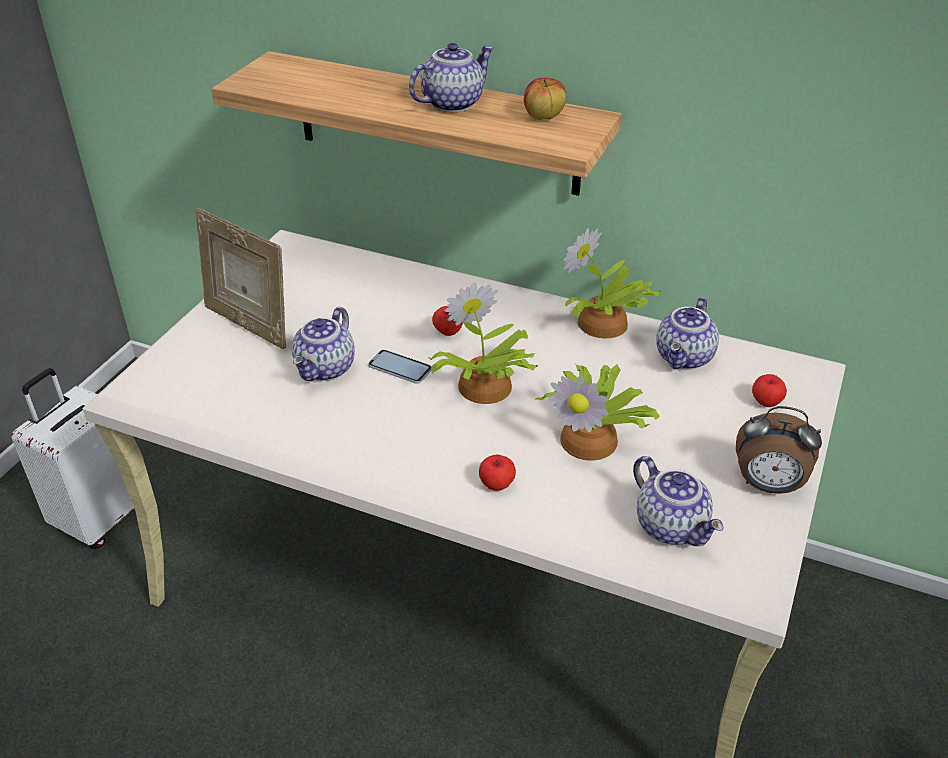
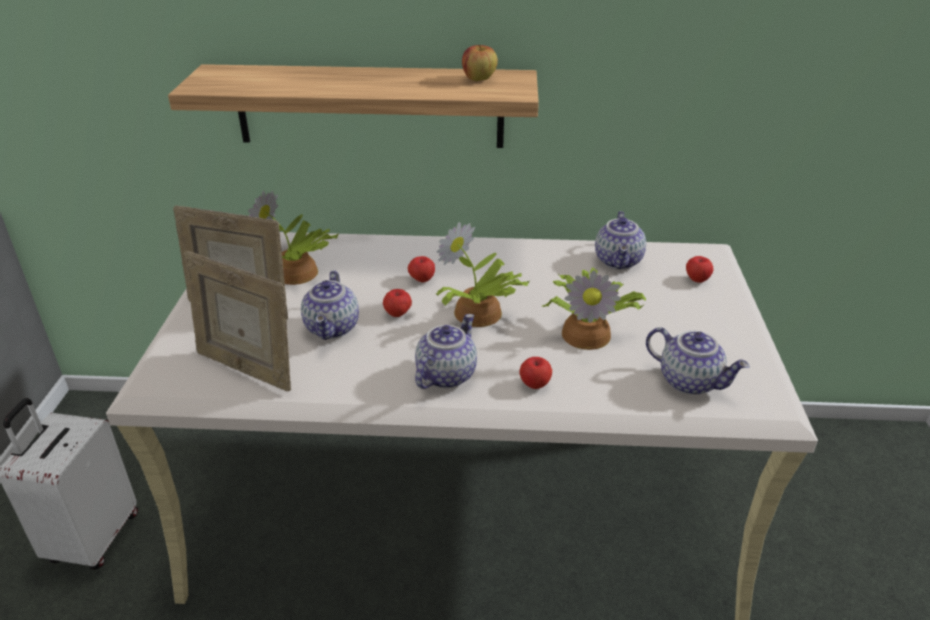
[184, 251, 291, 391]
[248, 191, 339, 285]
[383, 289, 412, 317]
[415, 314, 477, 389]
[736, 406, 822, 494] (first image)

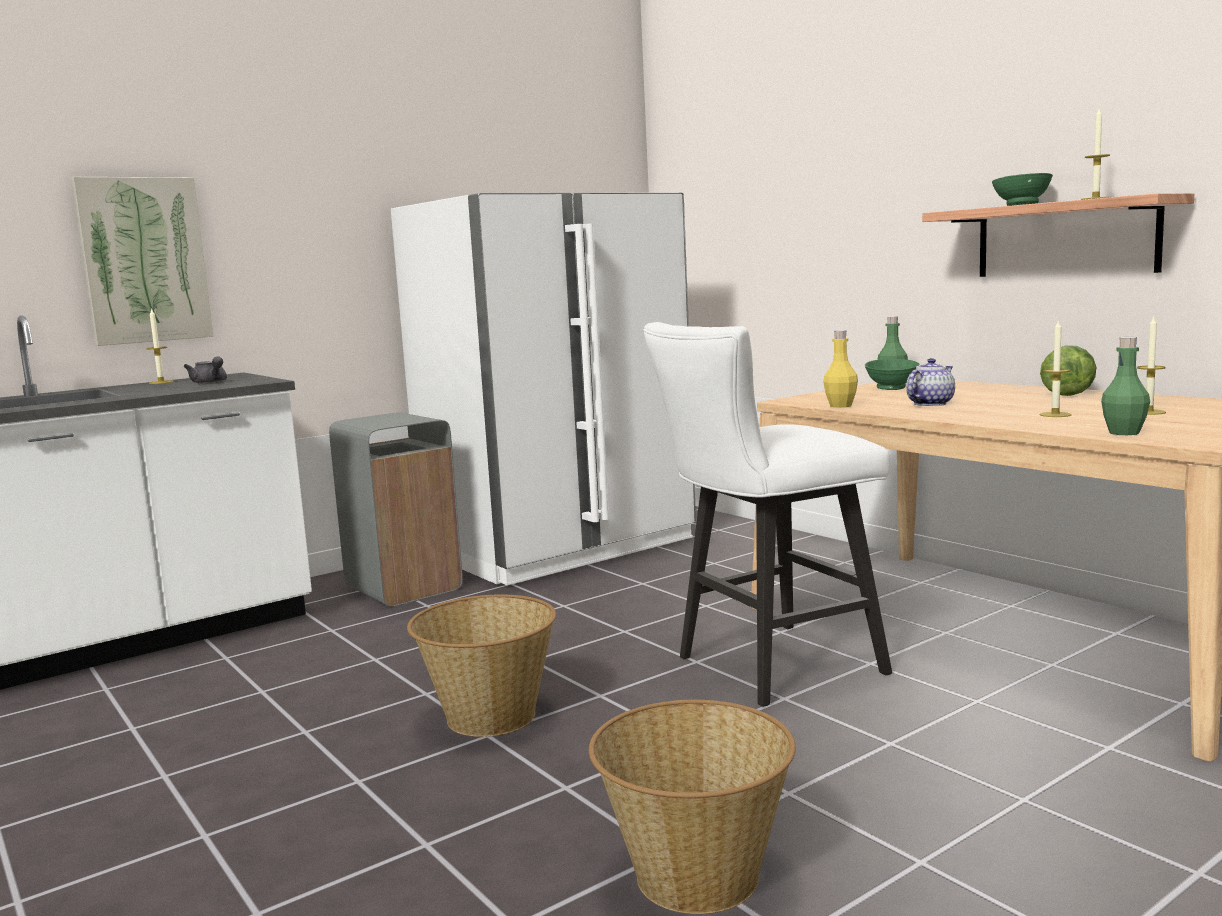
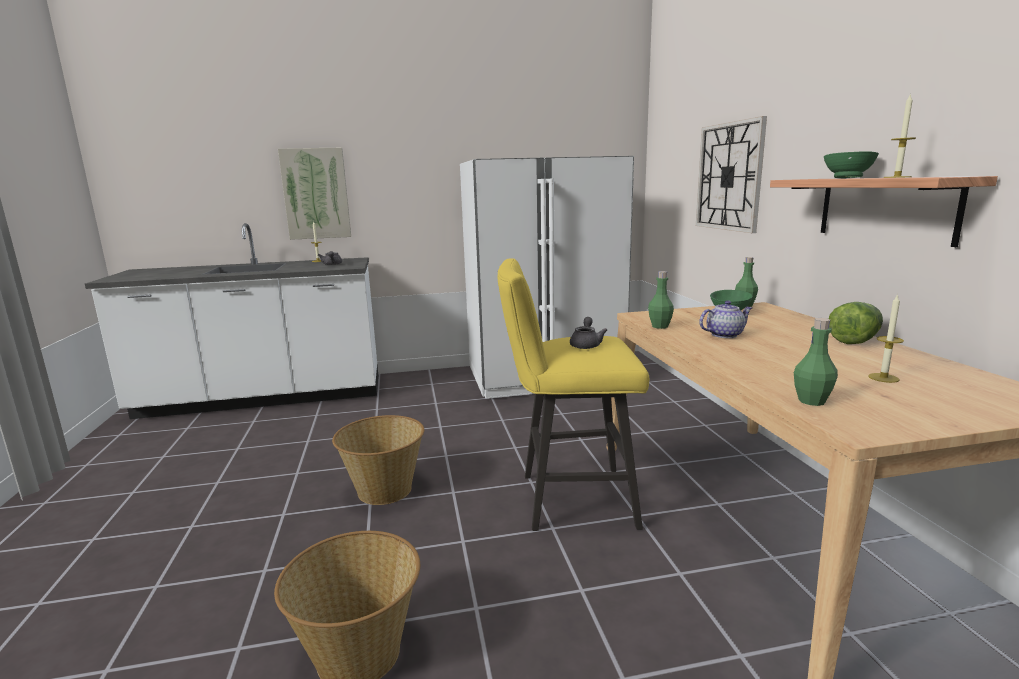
[498, 258, 649, 531]
[570, 317, 607, 349]
[648, 271, 674, 329]
[696, 116, 767, 233]
[329, 412, 463, 607] (first image)
[1040, 319, 1071, 417] (first image)

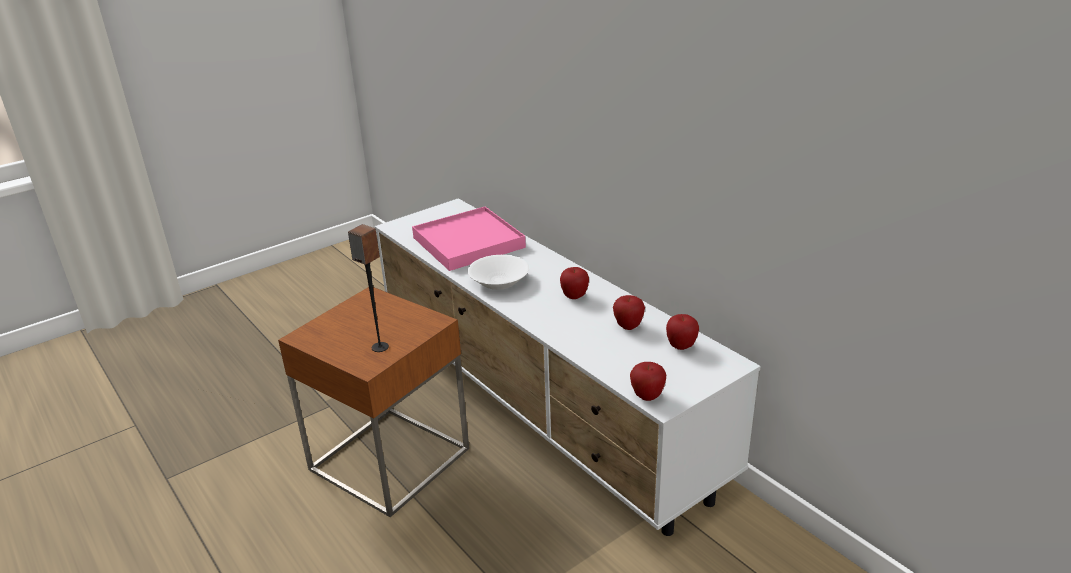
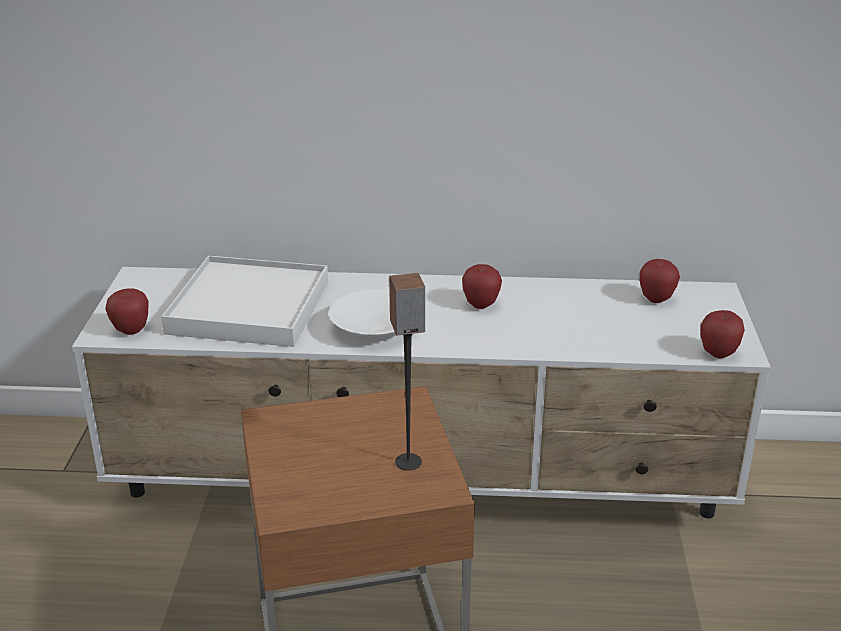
[105, 288, 149, 335]
[162, 256, 328, 347]

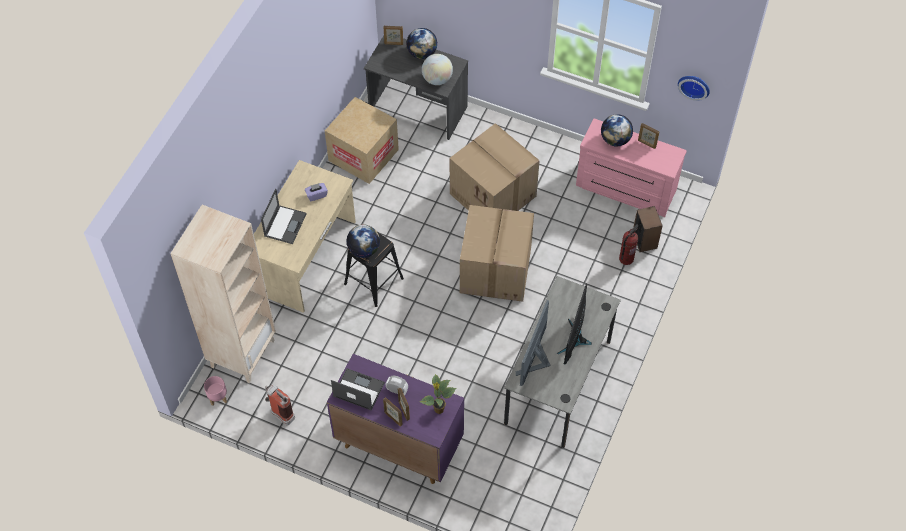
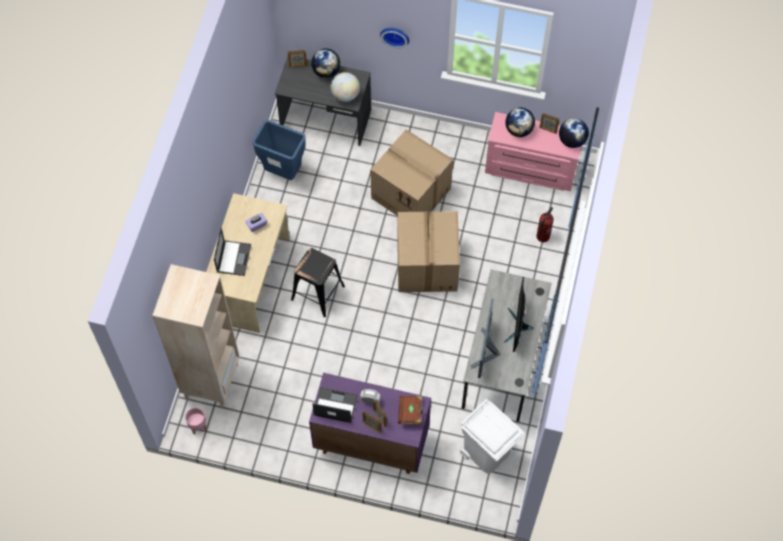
[253, 120, 306, 180]
[380, 28, 409, 48]
[398, 395, 423, 425]
[460, 399, 525, 473]
[559, 118, 589, 148]
[265, 385, 295, 425] (first image)
[633, 206, 663, 252] (first image)

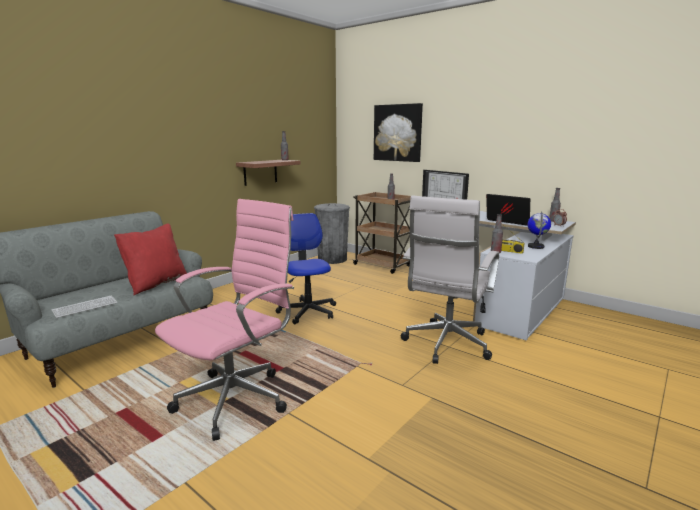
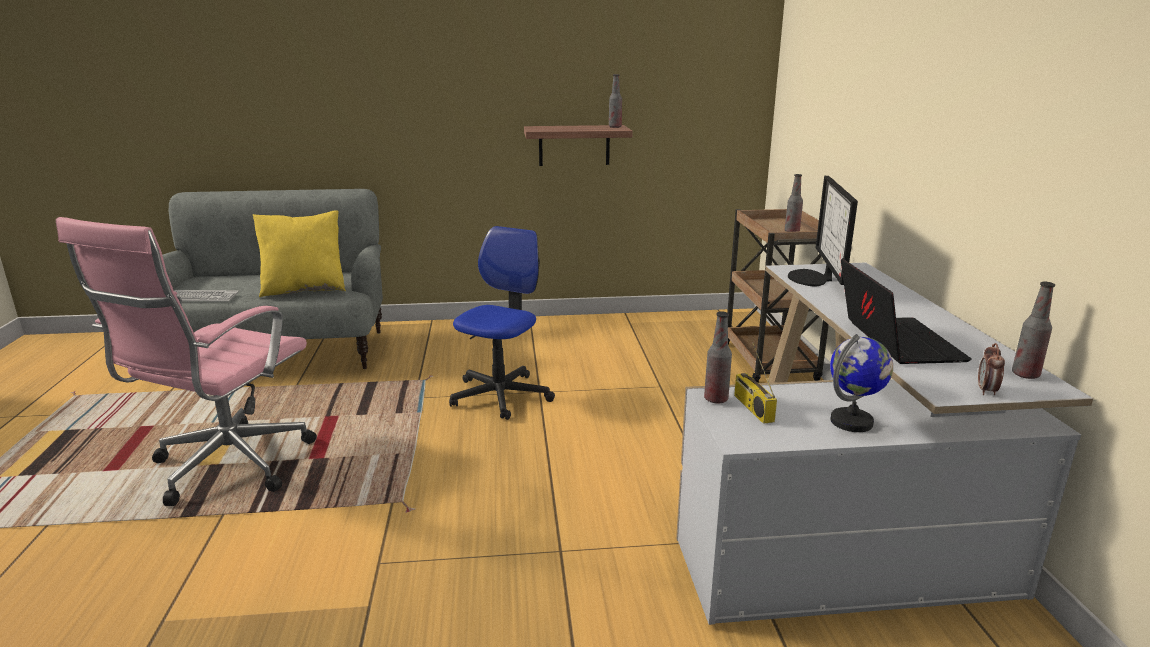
[56, 217, 317, 506]
[253, 210, 346, 297]
[314, 203, 350, 264] (first image)
[374, 103, 423, 162] (first image)
[401, 196, 499, 364] (first image)

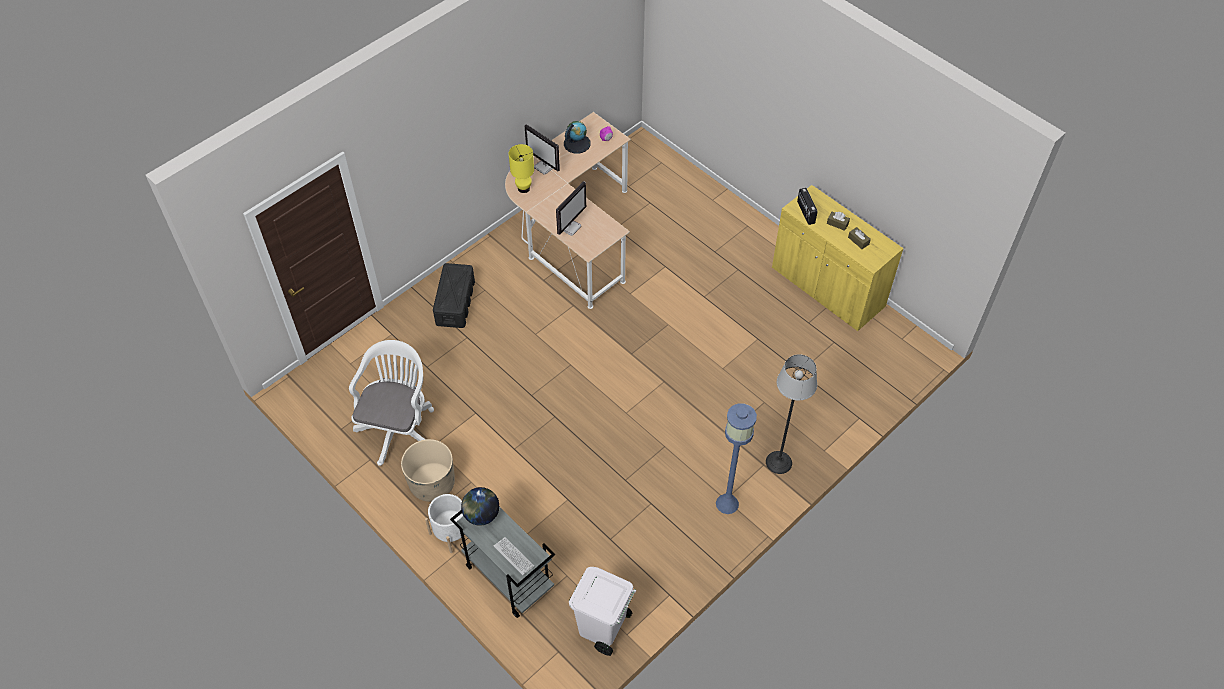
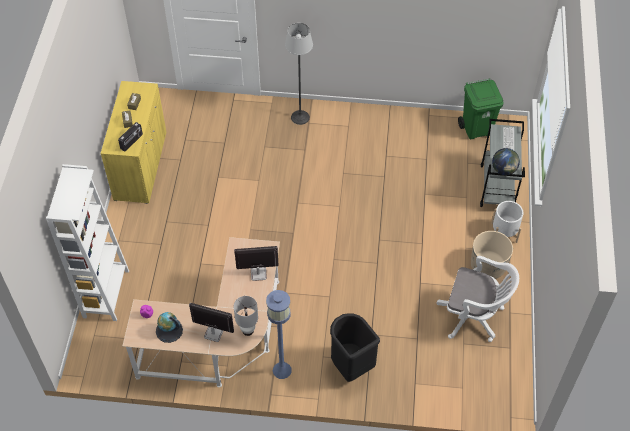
[46, 164, 129, 321]
[189, 303, 234, 342]
[233, 296, 258, 336]
[266, 290, 292, 379]
[330, 313, 380, 382]
[436, 256, 519, 342]
[458, 78, 504, 139]

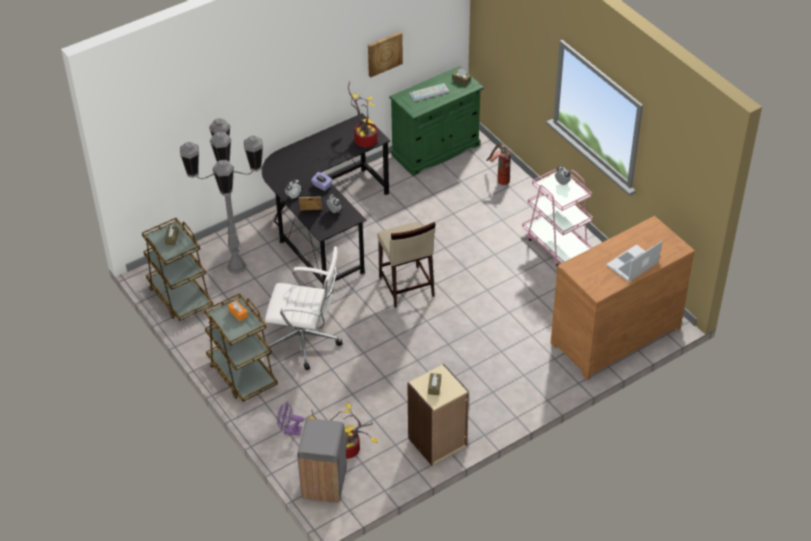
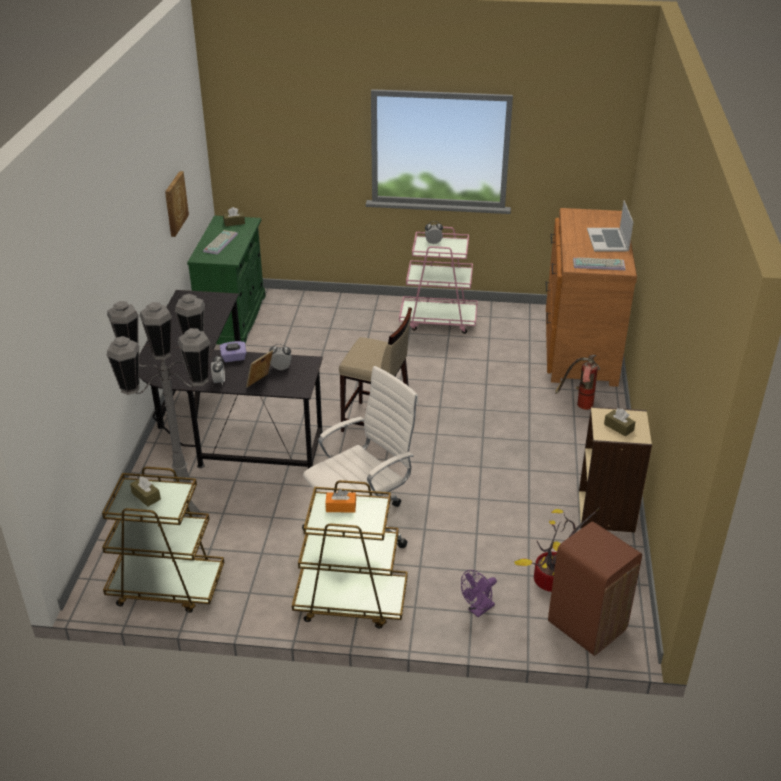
[548, 521, 642, 656]
[555, 355, 600, 410]
[573, 257, 625, 270]
[348, 81, 378, 147] (first image)

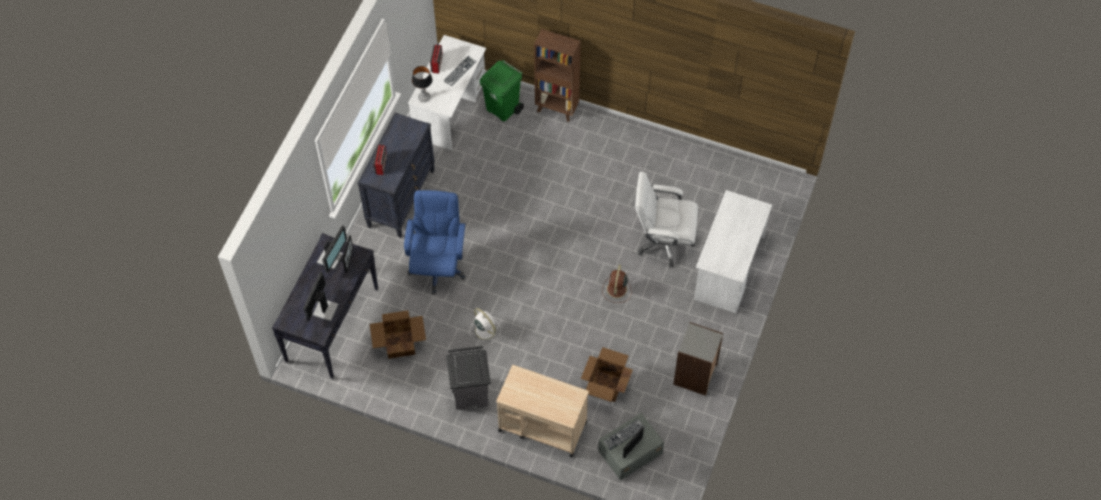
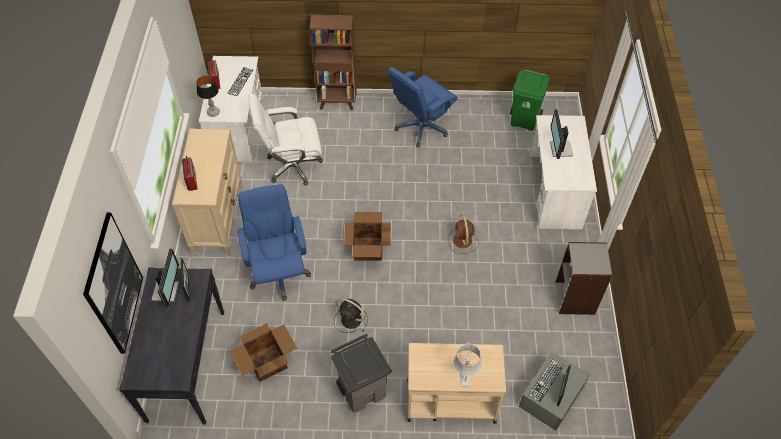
[83, 212, 143, 354]
[172, 128, 243, 256]
[249, 94, 323, 185]
[334, 298, 368, 333]
[344, 212, 391, 261]
[388, 67, 457, 147]
[453, 344, 482, 387]
[510, 69, 550, 131]
[550, 109, 573, 159]

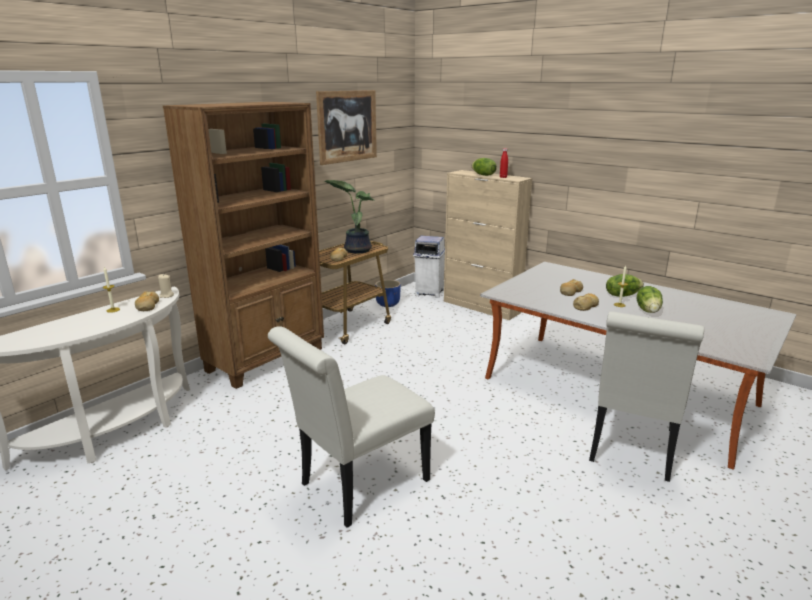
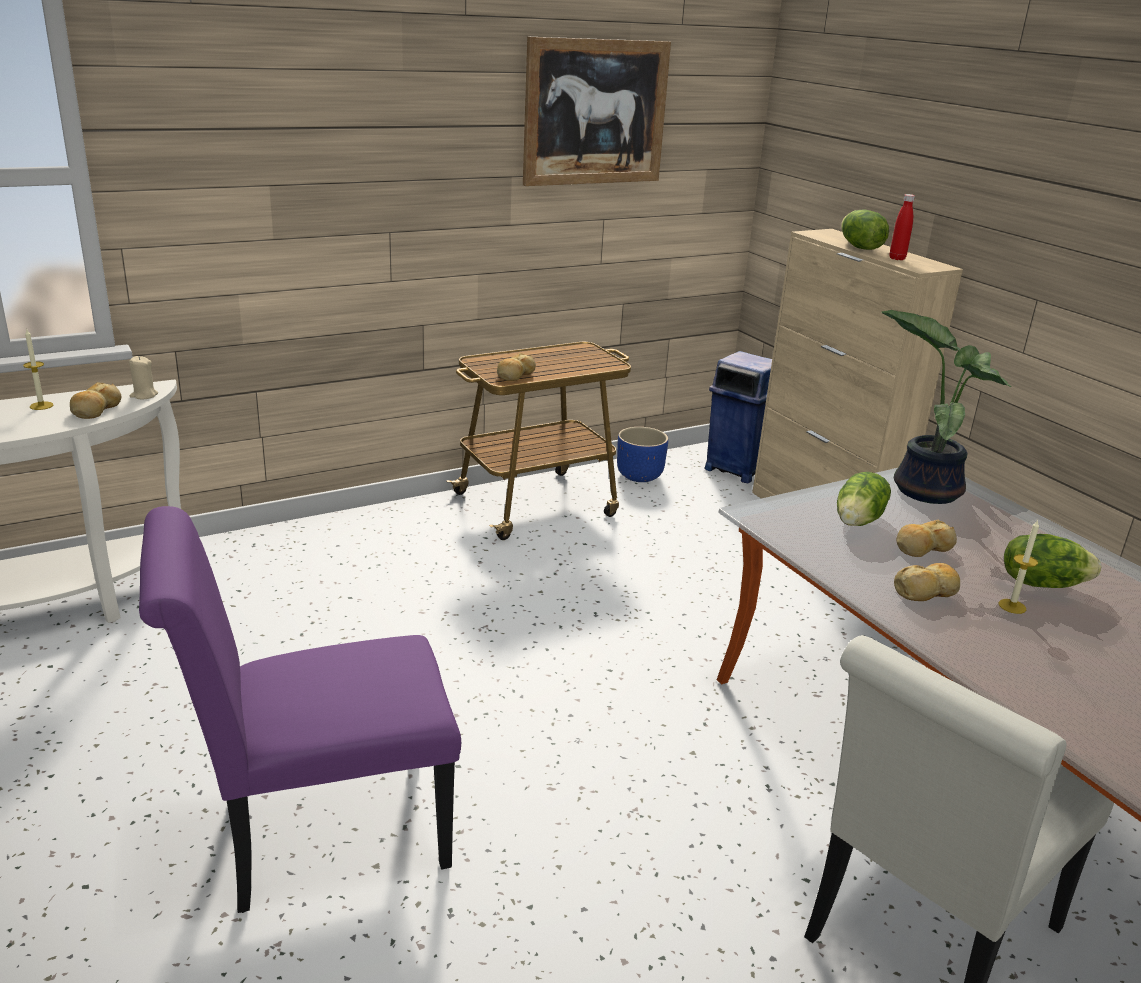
[139, 506, 461, 913]
[704, 351, 772, 483]
[837, 472, 891, 526]
[881, 310, 1011, 504]
[163, 102, 324, 389] (first image)

